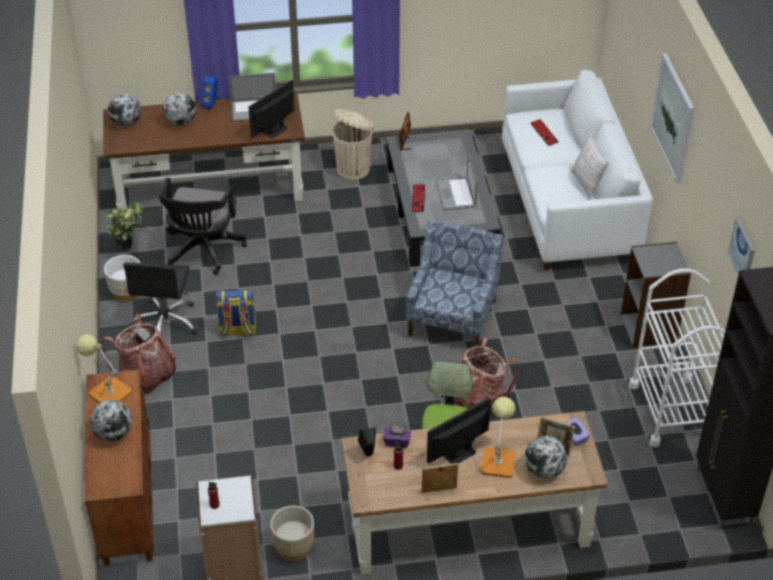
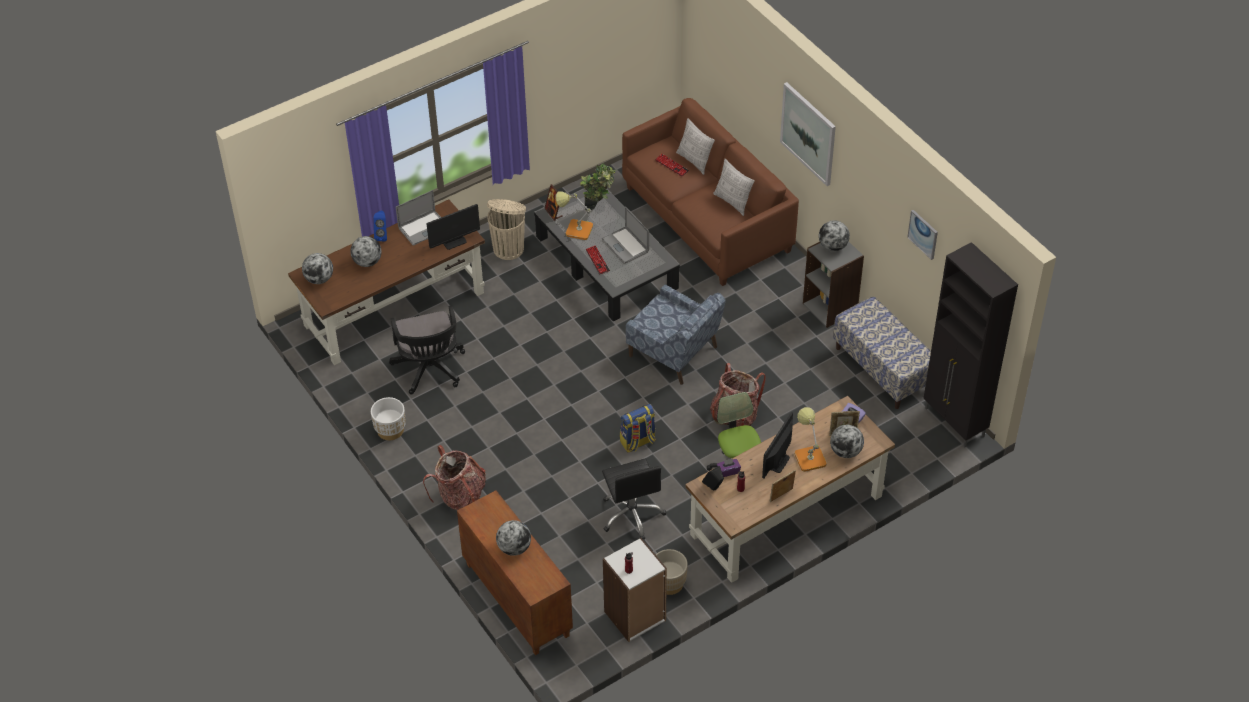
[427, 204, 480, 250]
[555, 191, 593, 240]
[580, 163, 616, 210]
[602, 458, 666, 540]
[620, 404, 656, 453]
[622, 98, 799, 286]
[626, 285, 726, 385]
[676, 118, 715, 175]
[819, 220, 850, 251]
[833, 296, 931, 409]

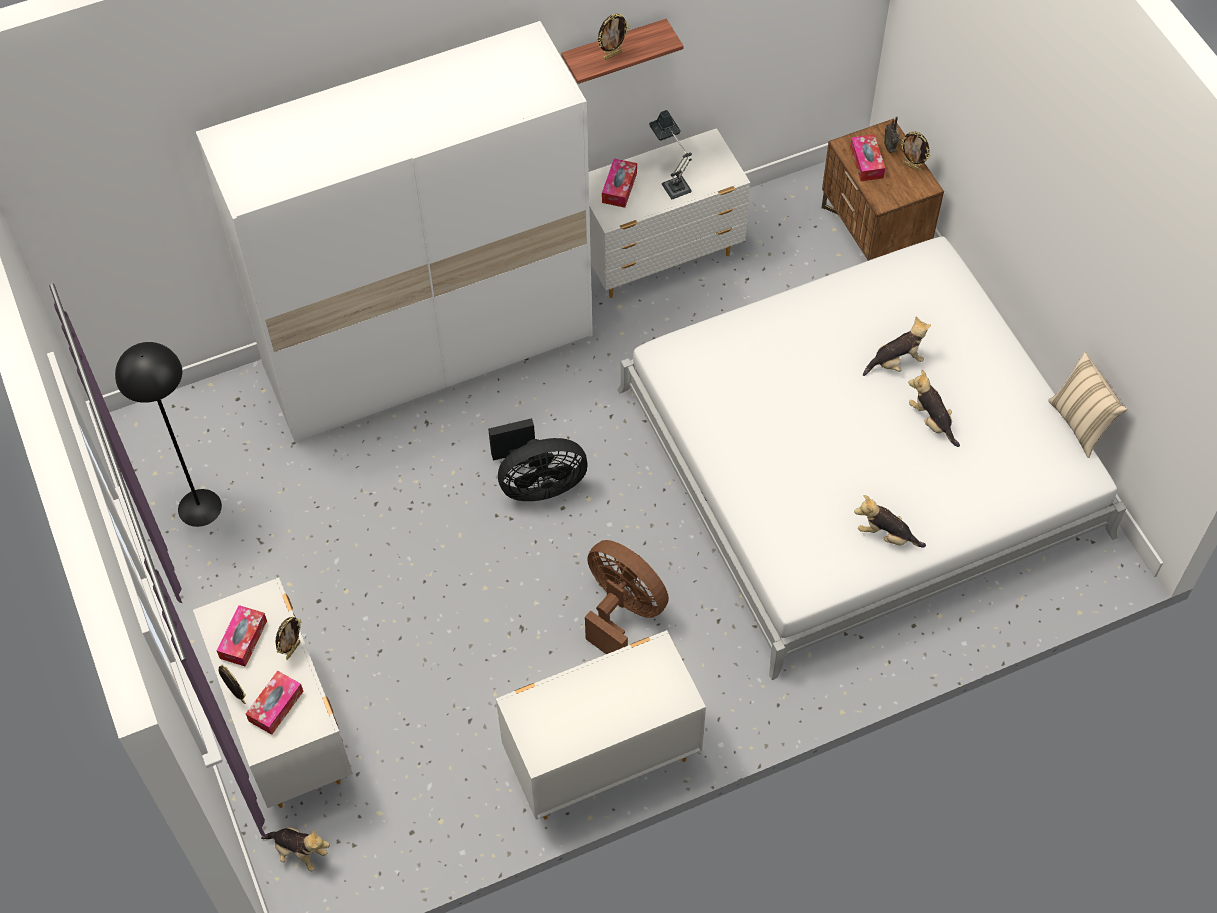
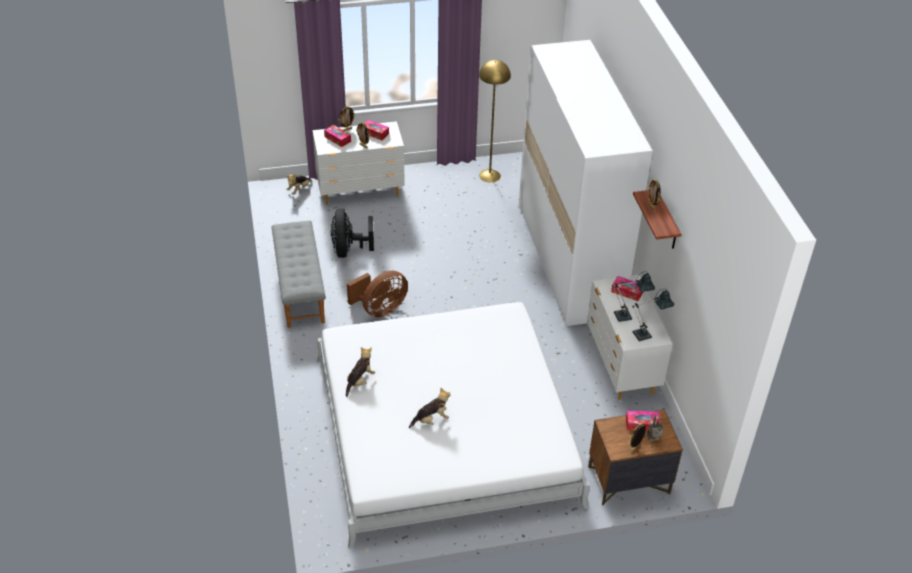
[272, 221, 325, 328]
[331, 209, 374, 258]
[479, 60, 511, 183]
[632, 289, 675, 341]
[863, 317, 931, 376] (first image)
[1048, 352, 1127, 458] (first image)

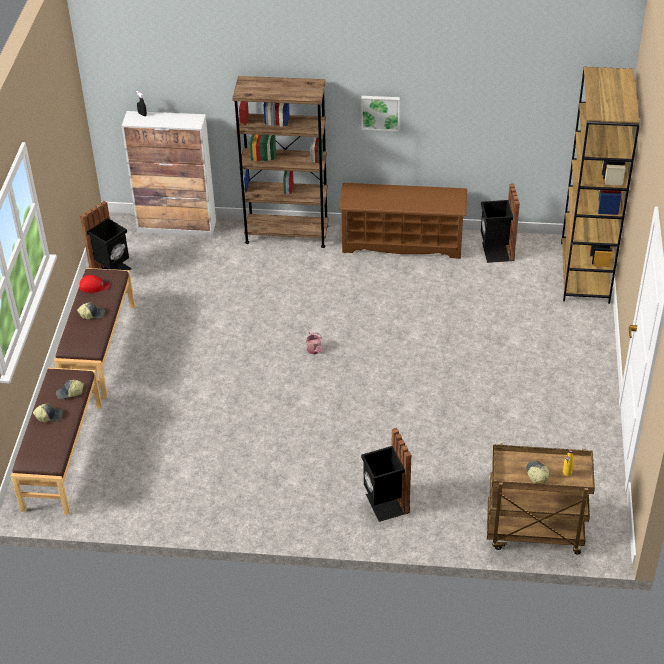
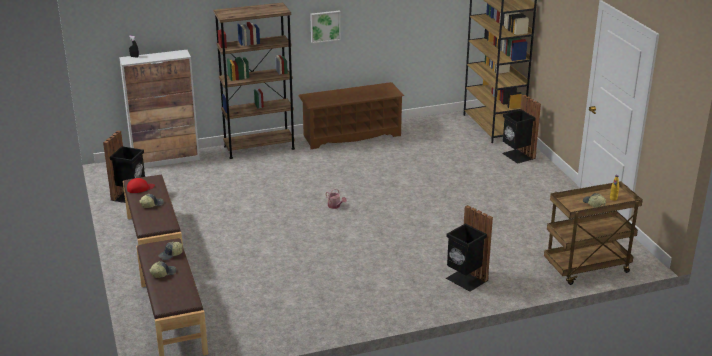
[502, 94, 541, 164]

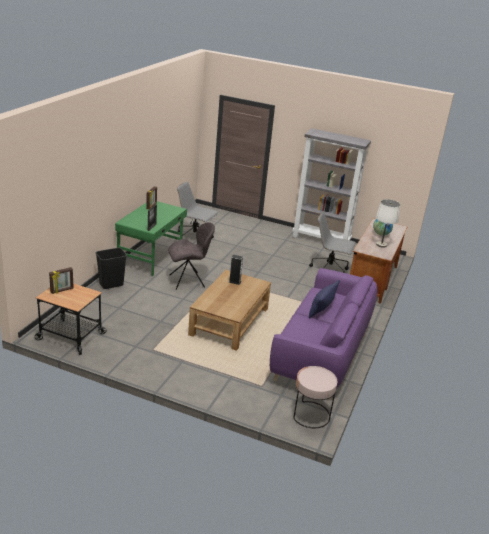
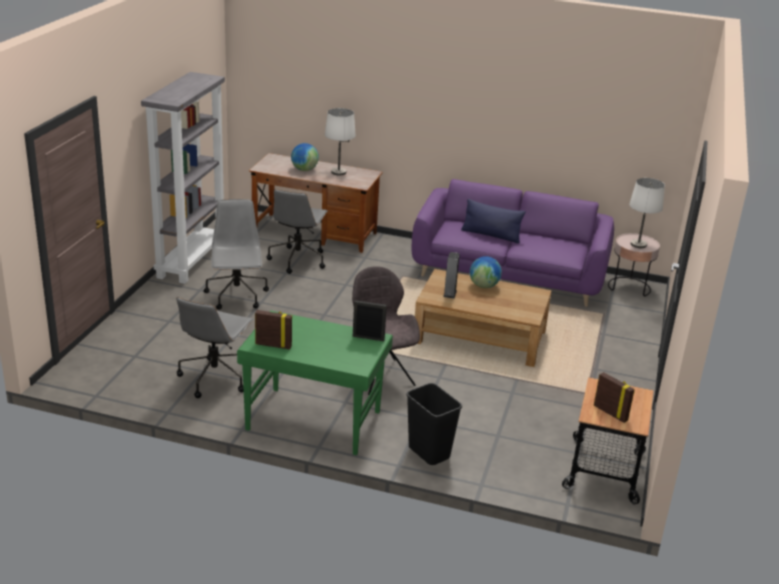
[203, 199, 269, 310]
[470, 256, 502, 288]
[629, 178, 665, 248]

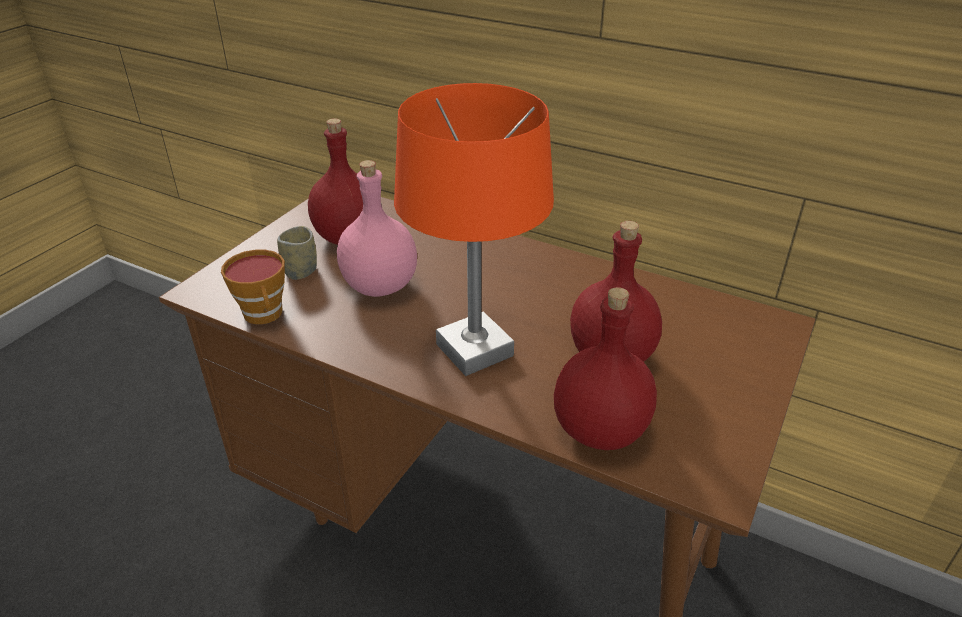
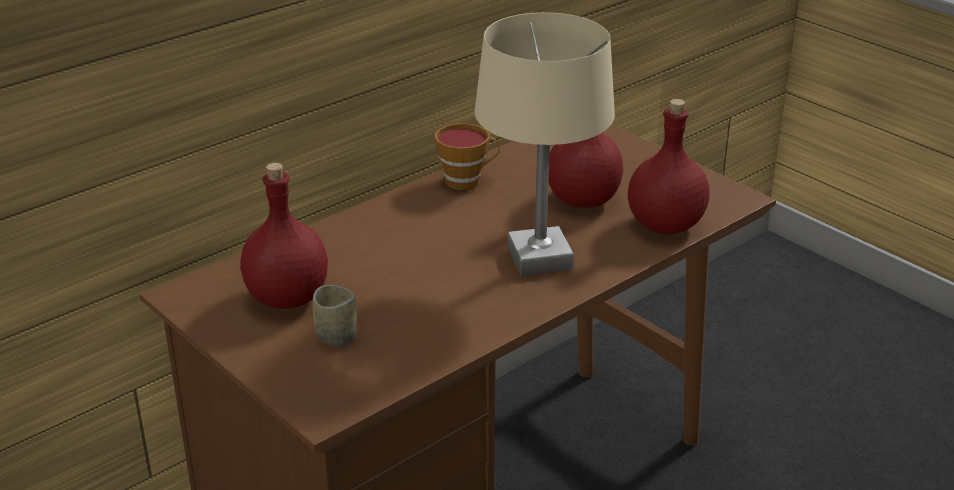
[435, 123, 500, 190]
[474, 12, 615, 276]
[337, 160, 417, 297] (first image)

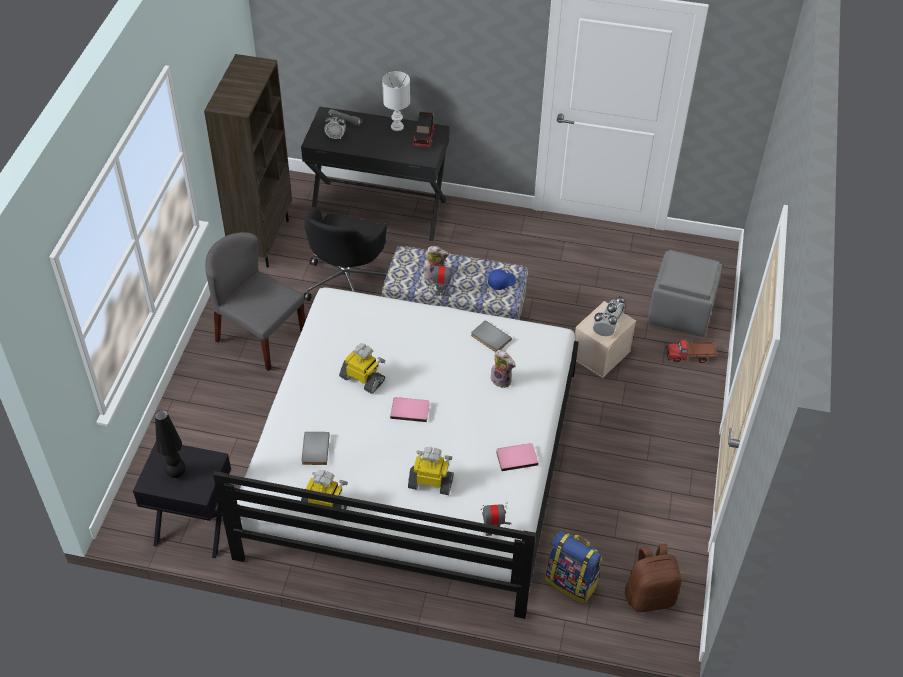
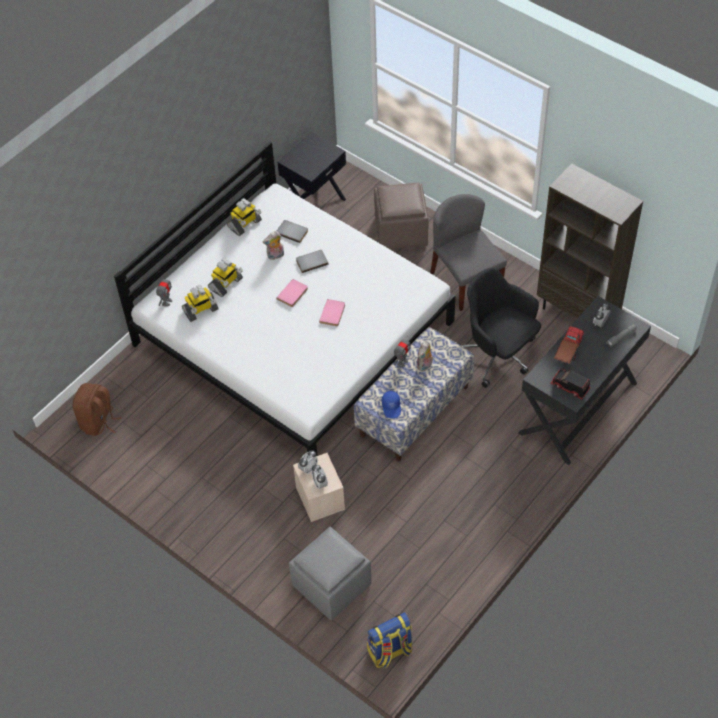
[182, 285, 218, 322]
[263, 231, 284, 260]
[296, 250, 329, 273]
[319, 299, 345, 326]
[367, 612, 413, 668]
[374, 182, 428, 249]
[430, 194, 507, 311]
[554, 326, 584, 364]
[155, 410, 186, 478] (first image)
[382, 71, 410, 131] (first image)

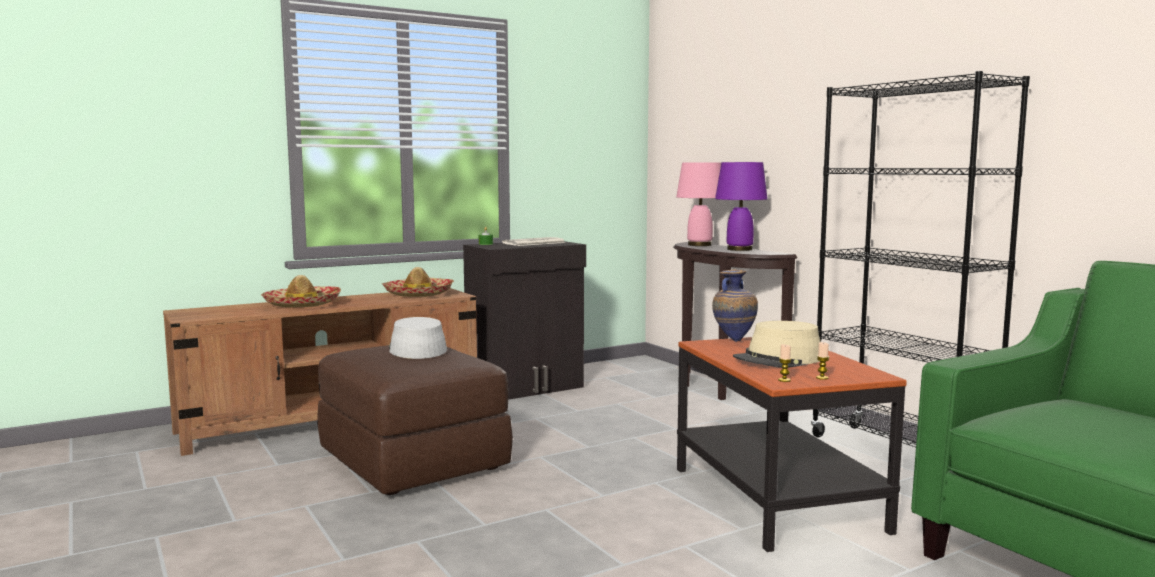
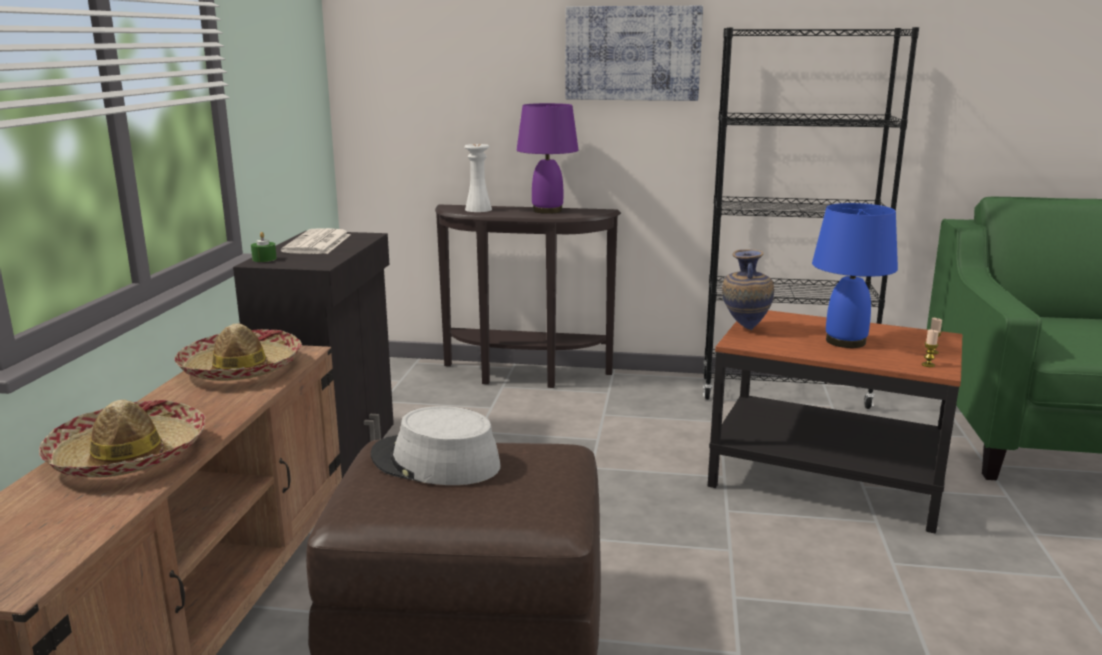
[464, 144, 492, 212]
[565, 6, 703, 101]
[812, 203, 898, 348]

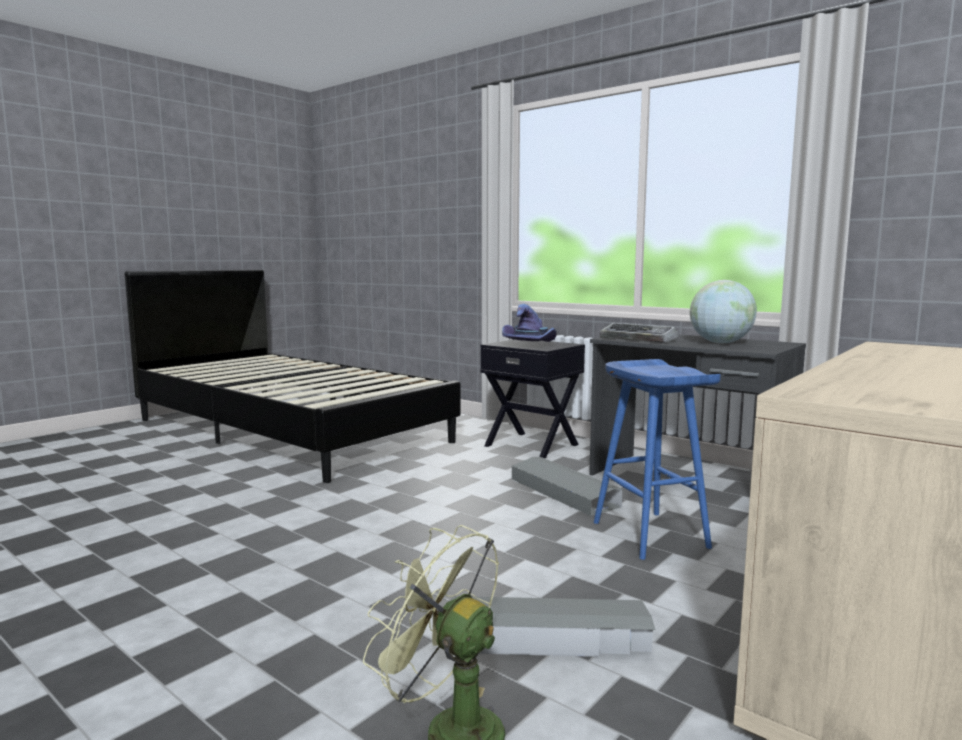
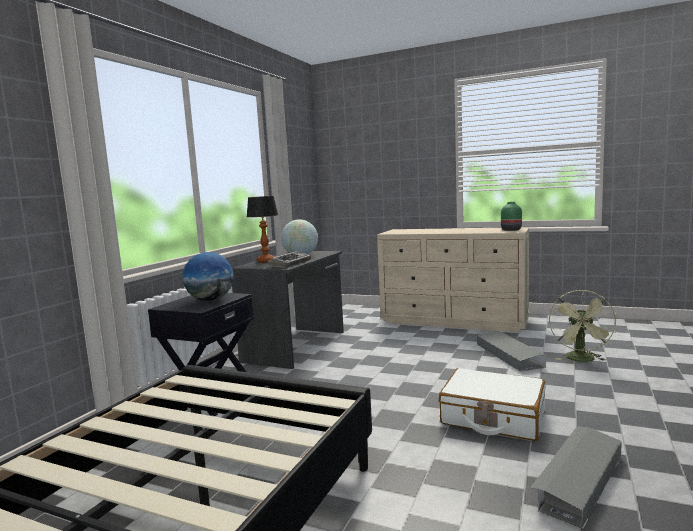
[182, 252, 234, 301]
[247, 196, 278, 263]
[439, 368, 545, 441]
[501, 202, 522, 231]
[530, 426, 622, 529]
[594, 359, 721, 560] (first image)

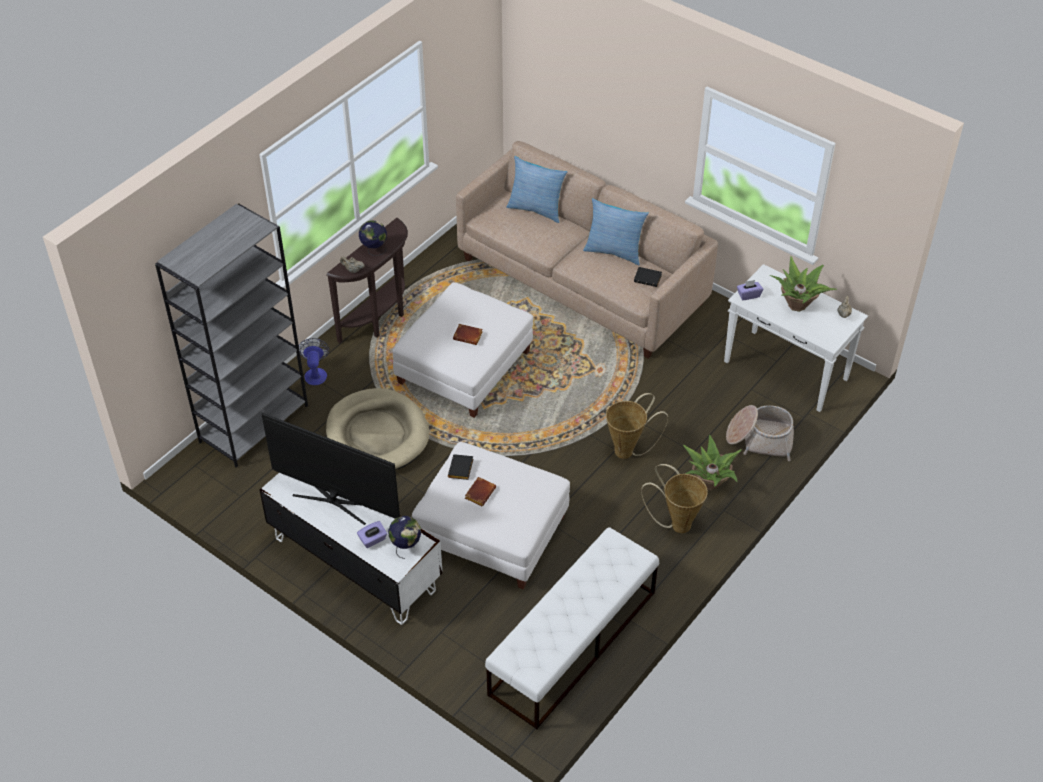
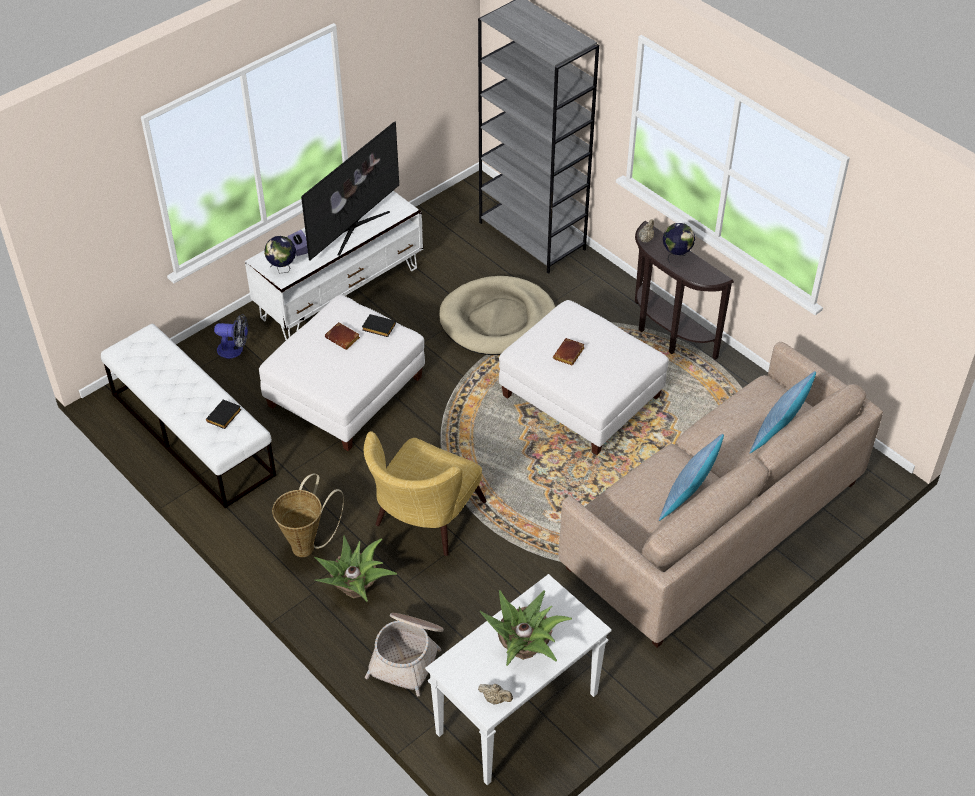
[206, 400, 242, 429]
[214, 314, 248, 359]
[364, 431, 487, 556]
[737, 280, 763, 300] (first image)

